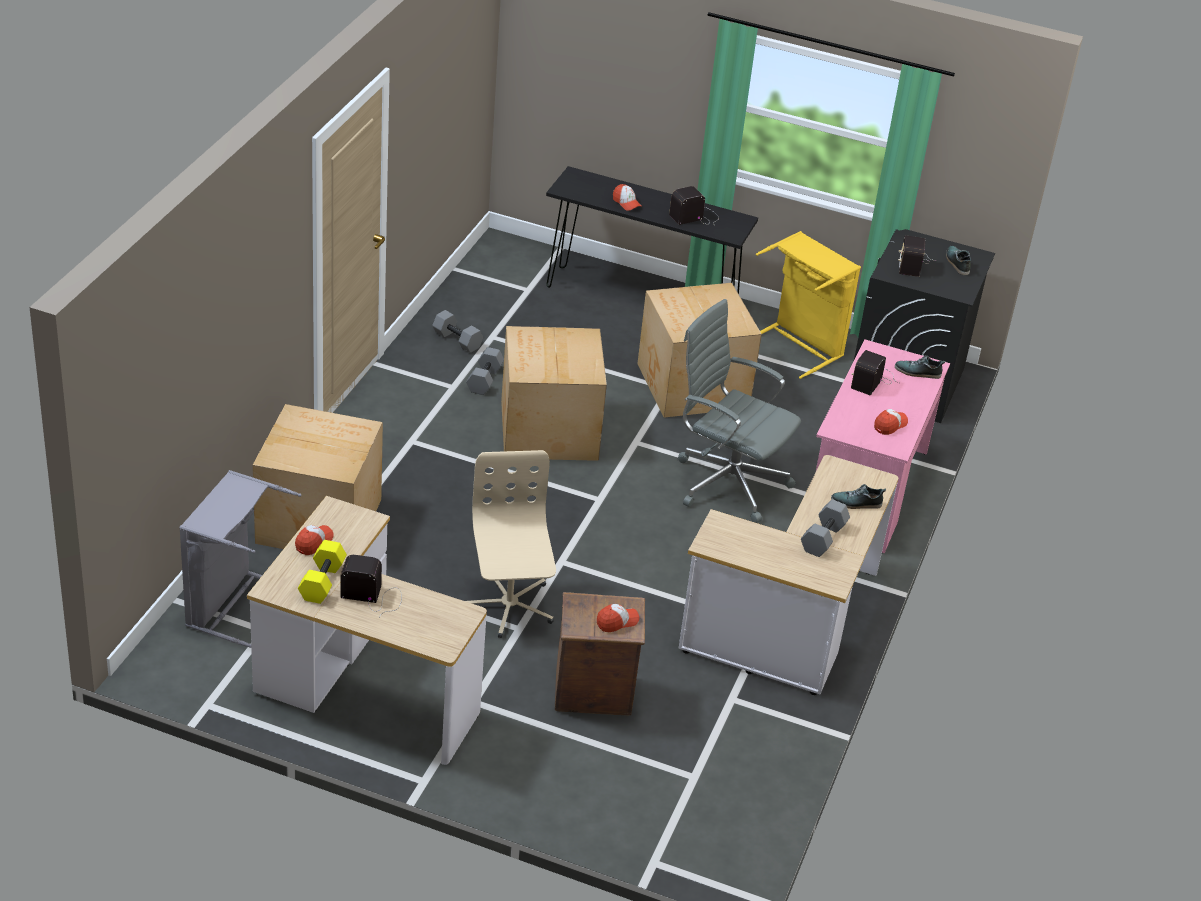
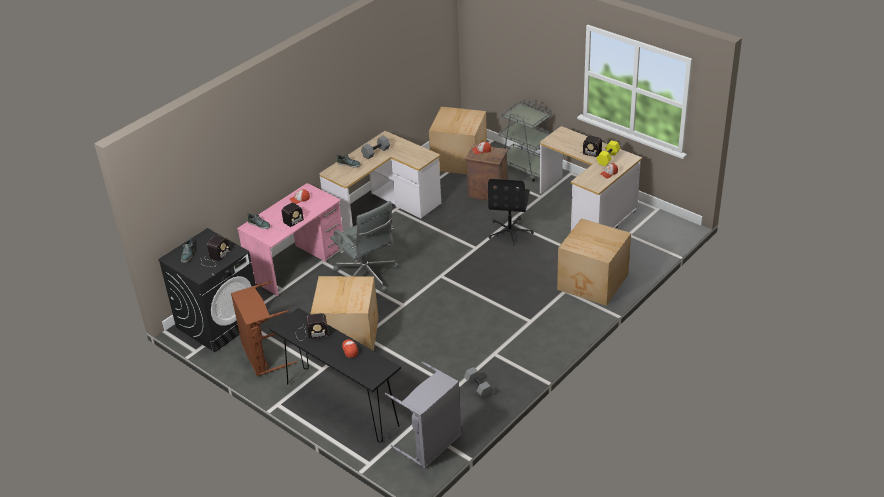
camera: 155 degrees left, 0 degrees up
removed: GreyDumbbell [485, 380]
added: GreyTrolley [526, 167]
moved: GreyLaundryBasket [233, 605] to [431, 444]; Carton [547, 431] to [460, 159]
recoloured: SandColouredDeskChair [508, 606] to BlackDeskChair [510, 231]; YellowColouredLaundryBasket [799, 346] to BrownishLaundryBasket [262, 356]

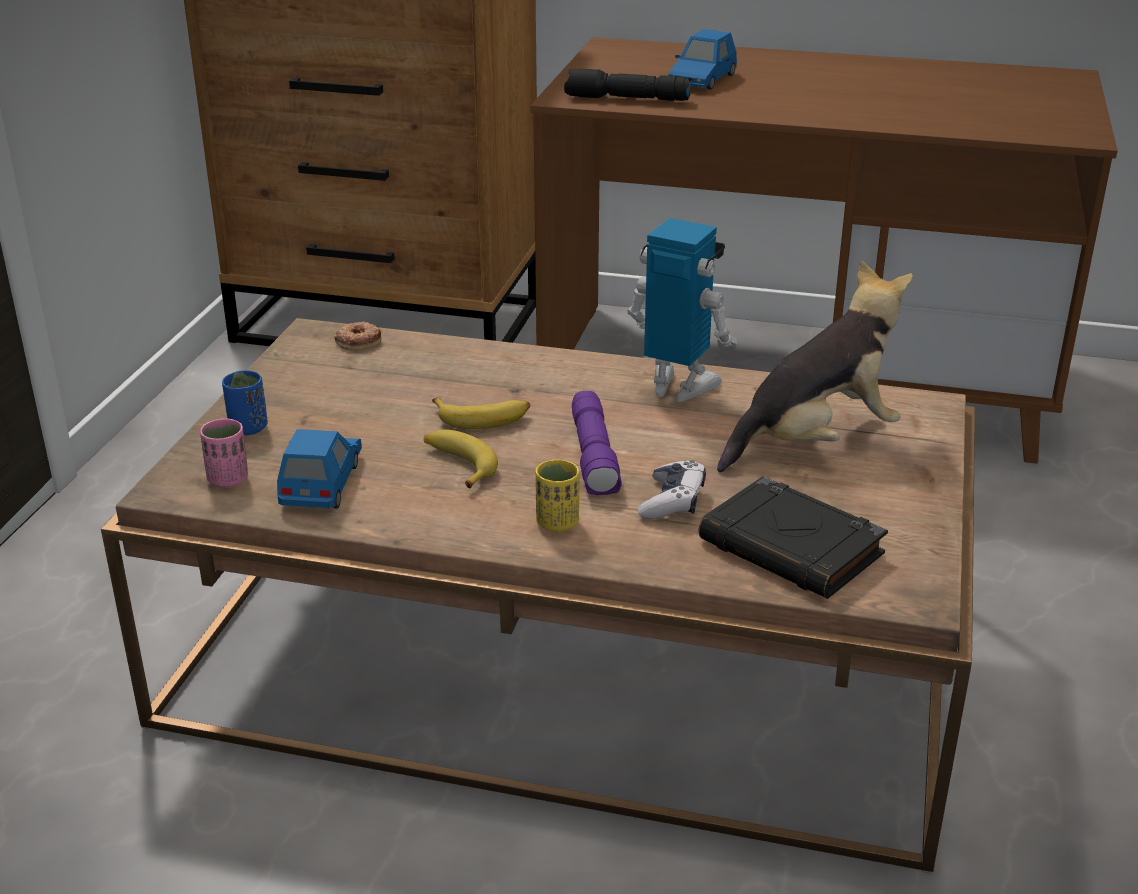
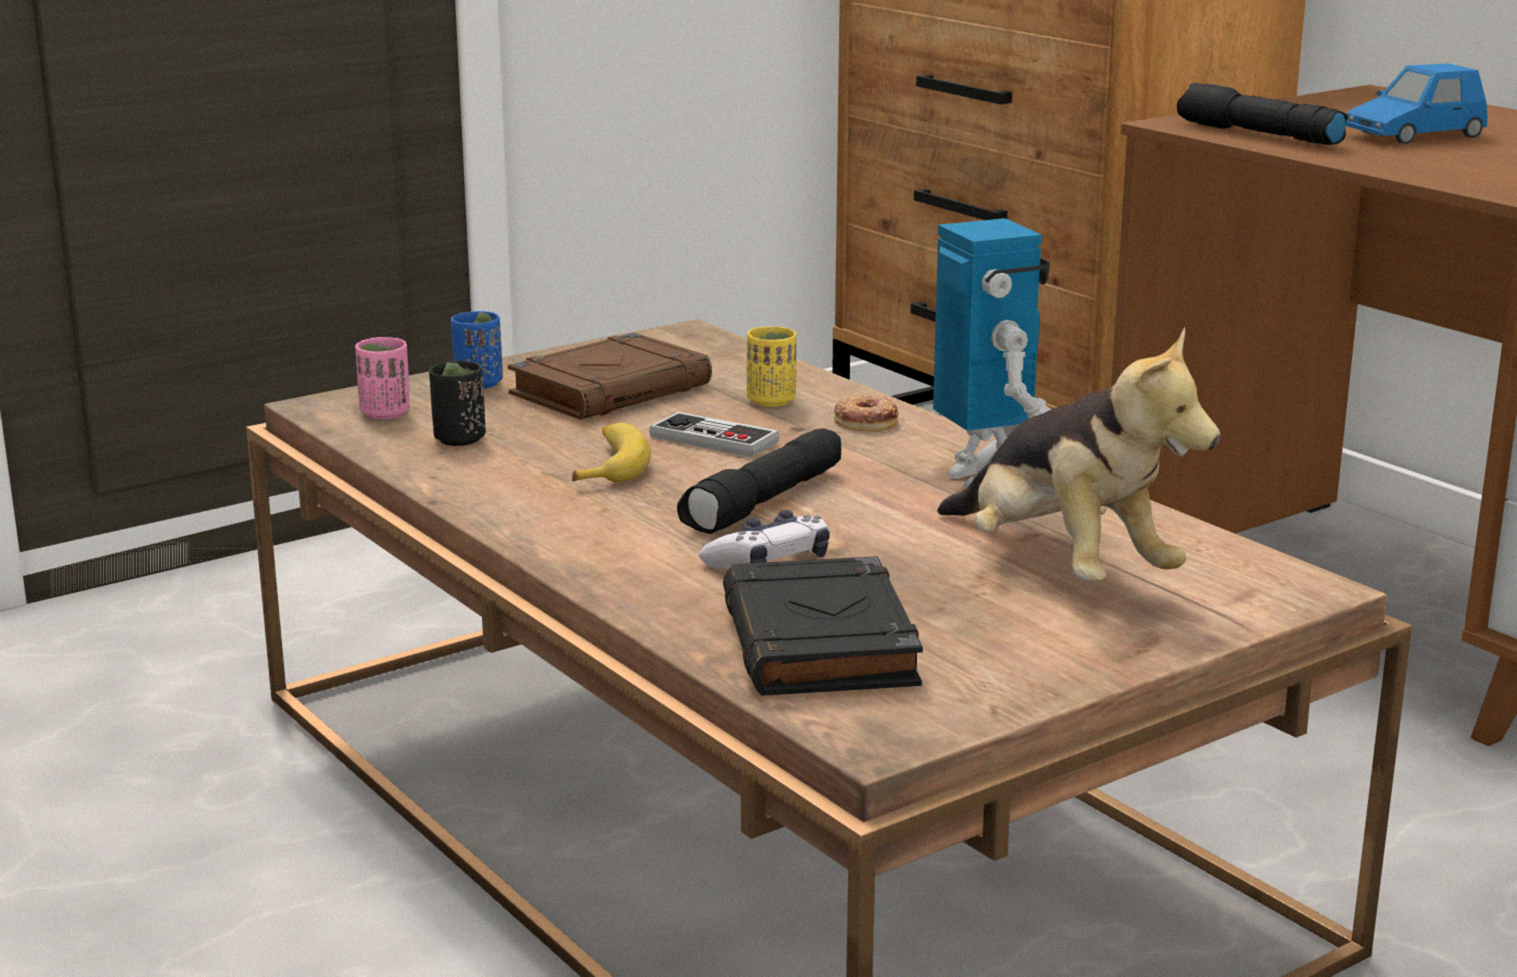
camera: 40 degrees right, 10 degrees down
added: BrownishBoundBook [611, 389]
moved: RingDoughnut [358, 341] to [866, 421]; YellowColouredCup [557, 523] to [771, 401]
replaced: BluishModelCar [322, 482] to BlackCup [459, 439]; WholeBanana [482, 418] to GameController [714, 439]
recoloured: PurpleTorch [595, 457] to BlackTorch [765, 503]
turned: CuddlyToy [815, 440] = [1061, 569] 45 degrees clockwise

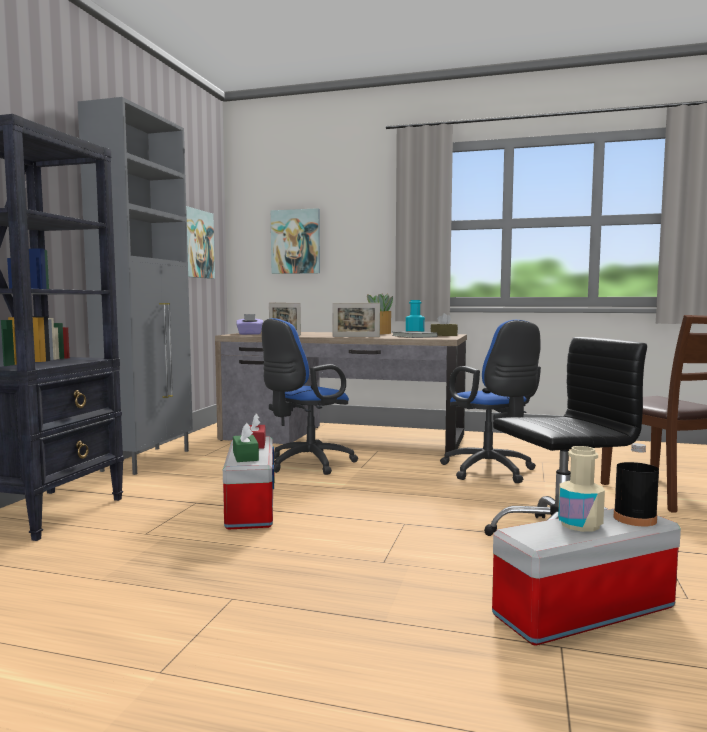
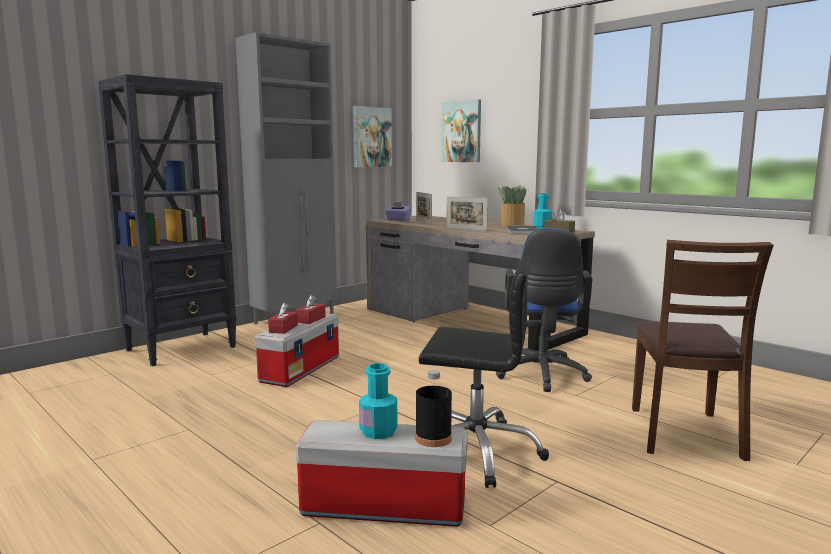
camera: 30 degrees right, 5 degrees up
removed: BluishDeskChair [305, 464]
recoloured: GreenColouredTissueBox [245, 456] to ReddishTissueBox [283, 329]; SandColouredBeverageBottle [580, 524] to BlueGreenBeverageBottle [378, 431]

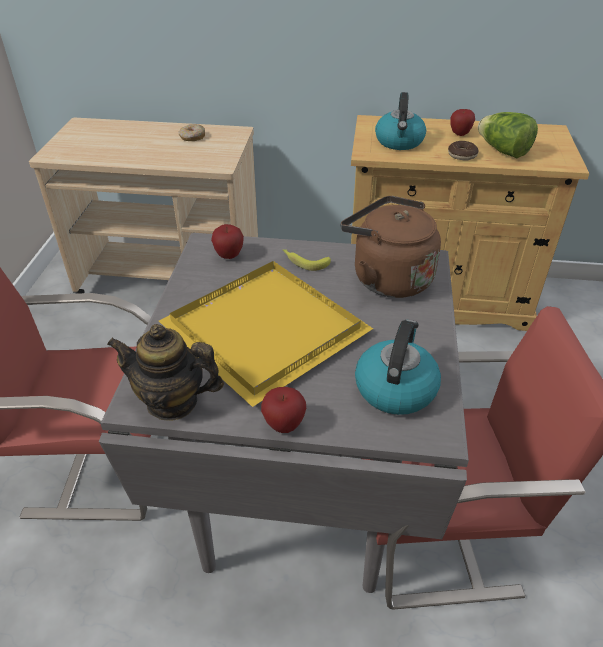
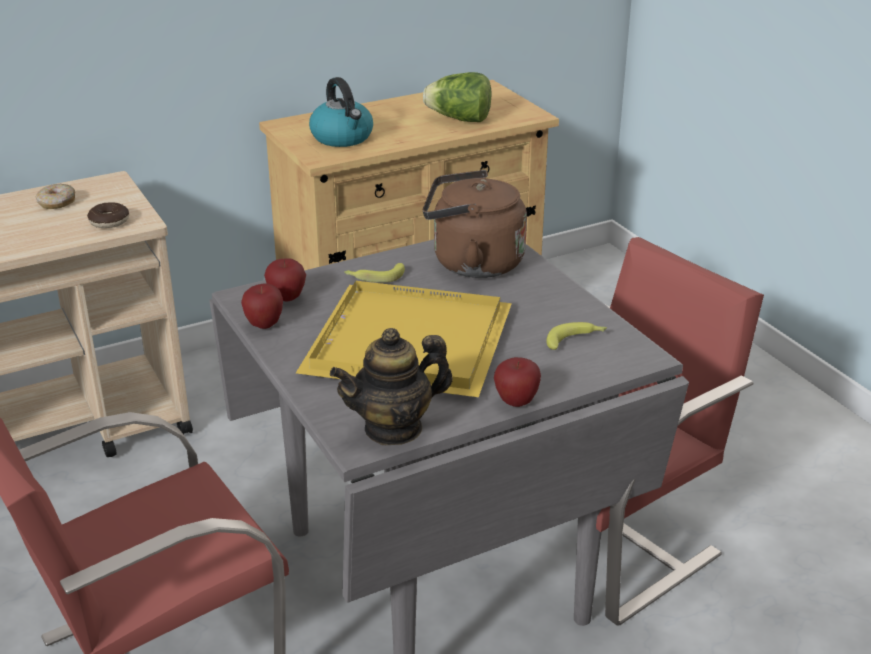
camera: 35 degrees left, 10 degrees down
moved: RingDoughnut [462, 155] to [109, 222]; Apple [460, 134] to [264, 325]
replaced: Kettle [395, 387] to WholeBanana [576, 340]

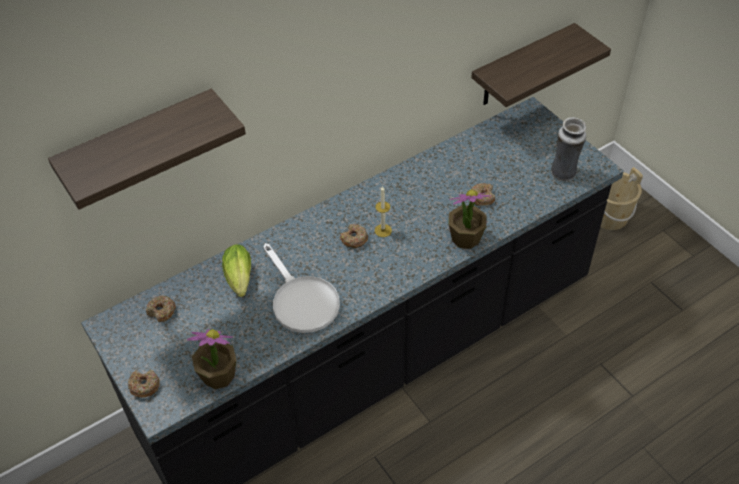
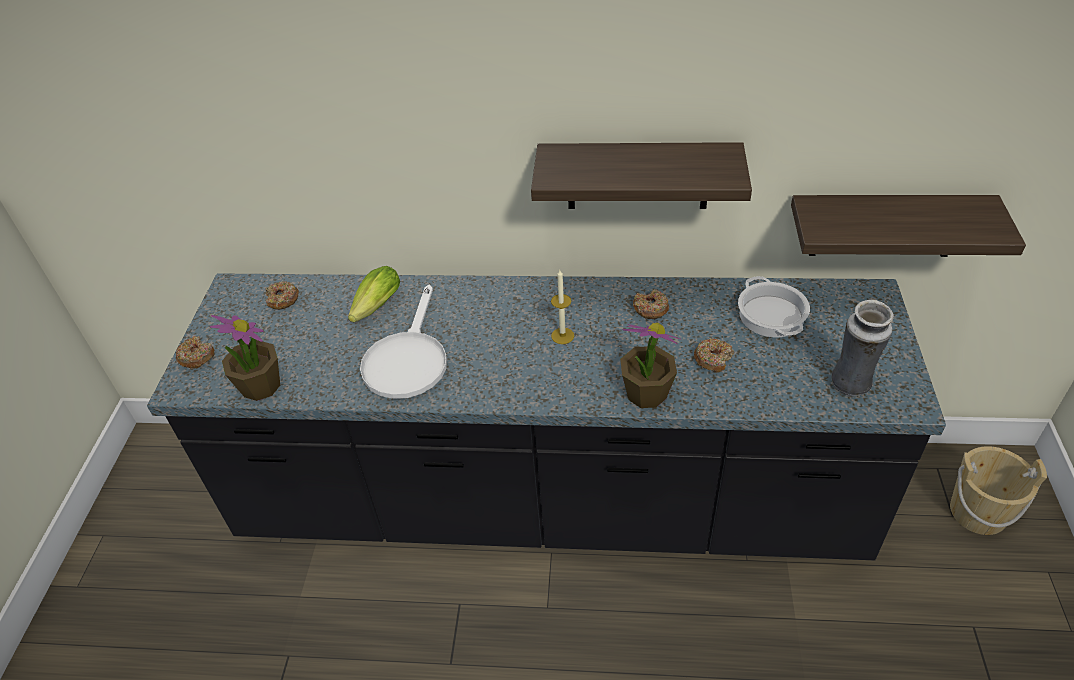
camera: 40 degrees right, 5 degrees down
added: CookingPot [772, 315]
moved: BracketShelf [139, 146] to [638, 176]; RingDoughnut [354, 239] to [650, 309]

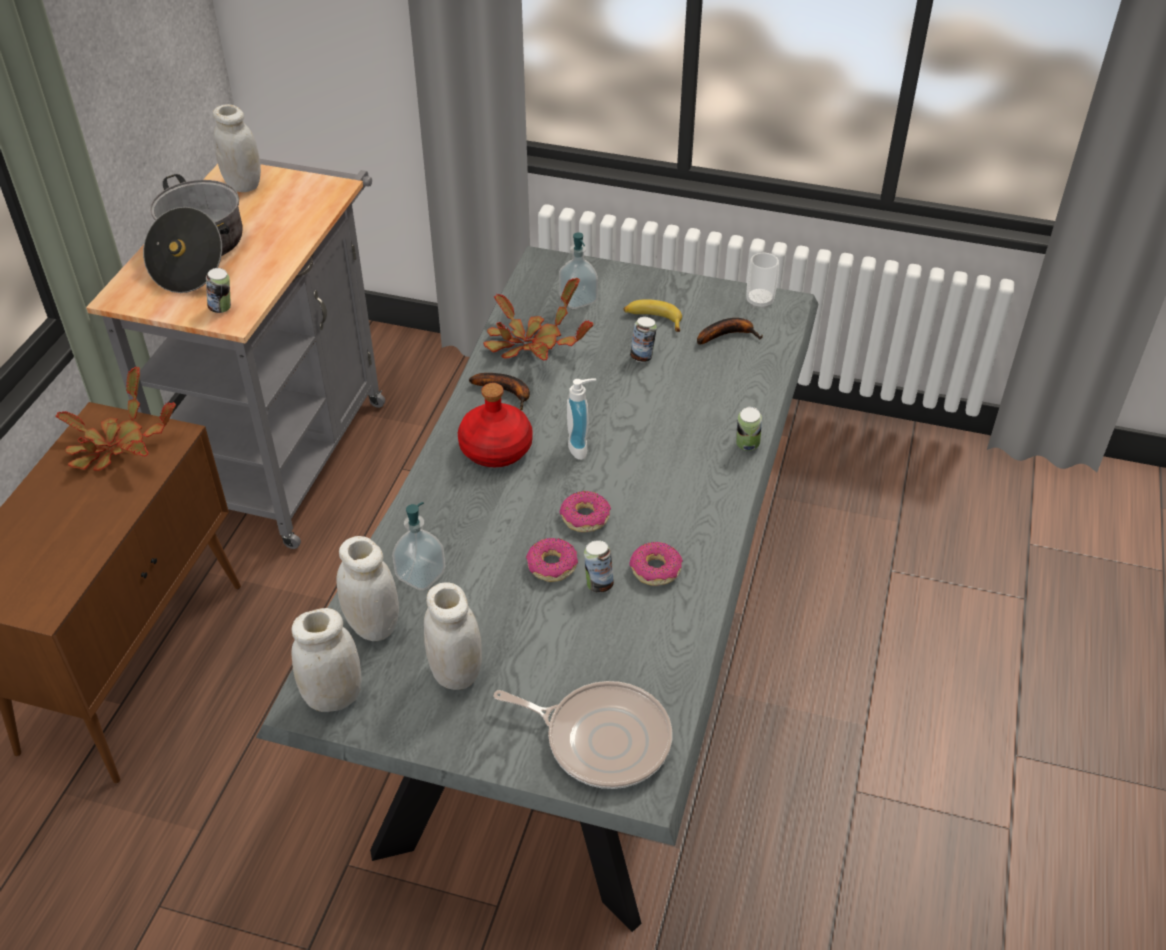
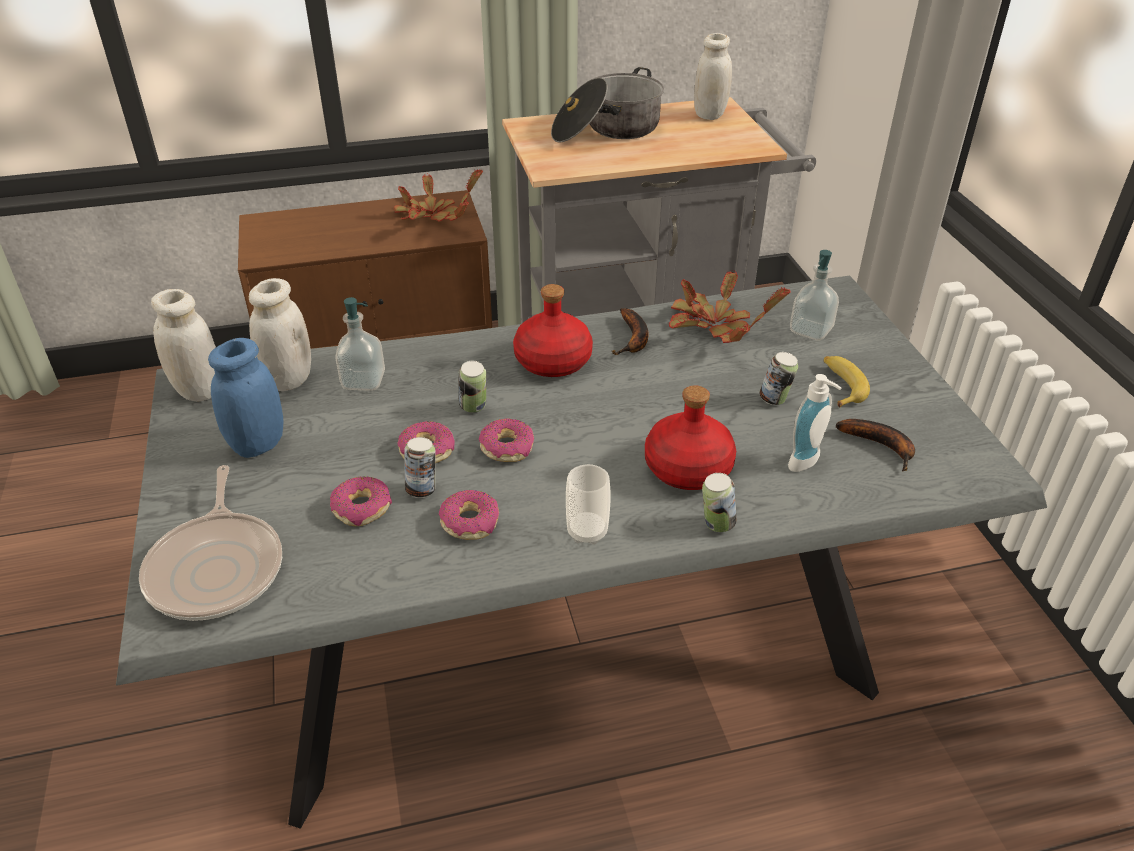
camera: 60 degrees right, 5 degrees down
added: RingDoughnut [362, 508]; ReddishBeverageBottle [689, 468]
moved: Can [222, 308] to [474, 408]; SoapBottle [582, 447] to [808, 463]; Cup [759, 301] to [587, 532]
recoloured: WhiteColouredJar [456, 673] to BluishJar [258, 444]

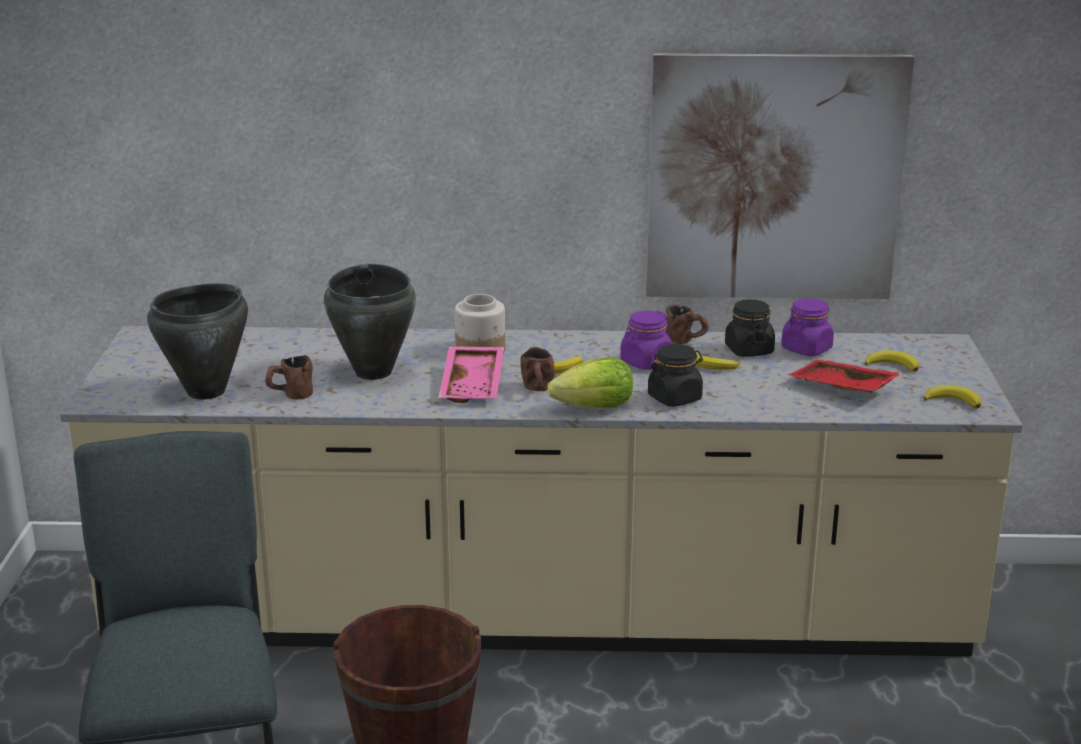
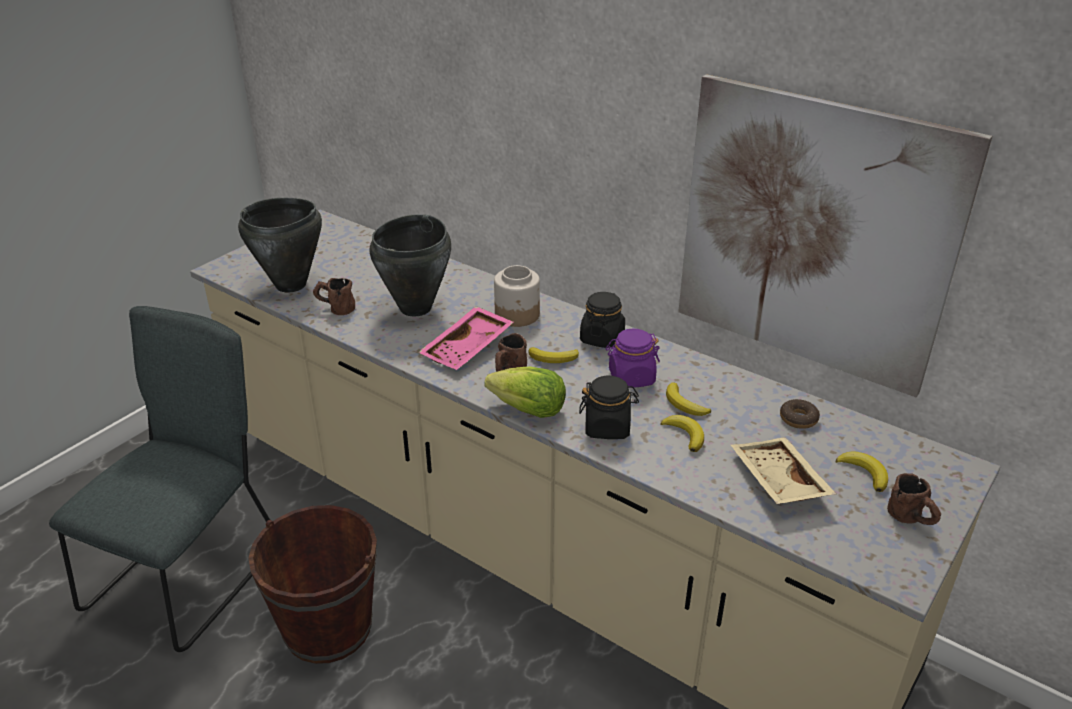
camera: 35 degrees right, 10 degrees up
moved: BrownishCoffeeMug [686, 341] to [912, 520]; BlackJar [748, 350] to [602, 338]; WholeBanana [952, 401] to [685, 435]
replaced: PurpleJar [806, 349] to RingDoughnut [798, 419]
recoloured: ReddishTray [841, 388] to SandColouredTray [776, 481]

